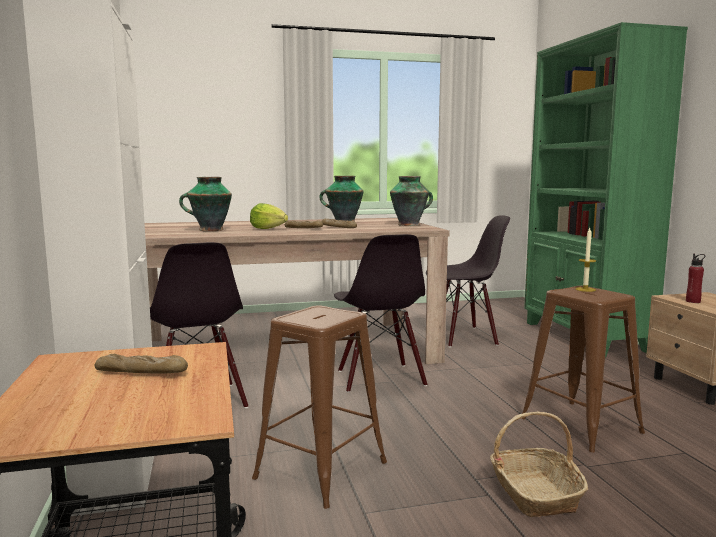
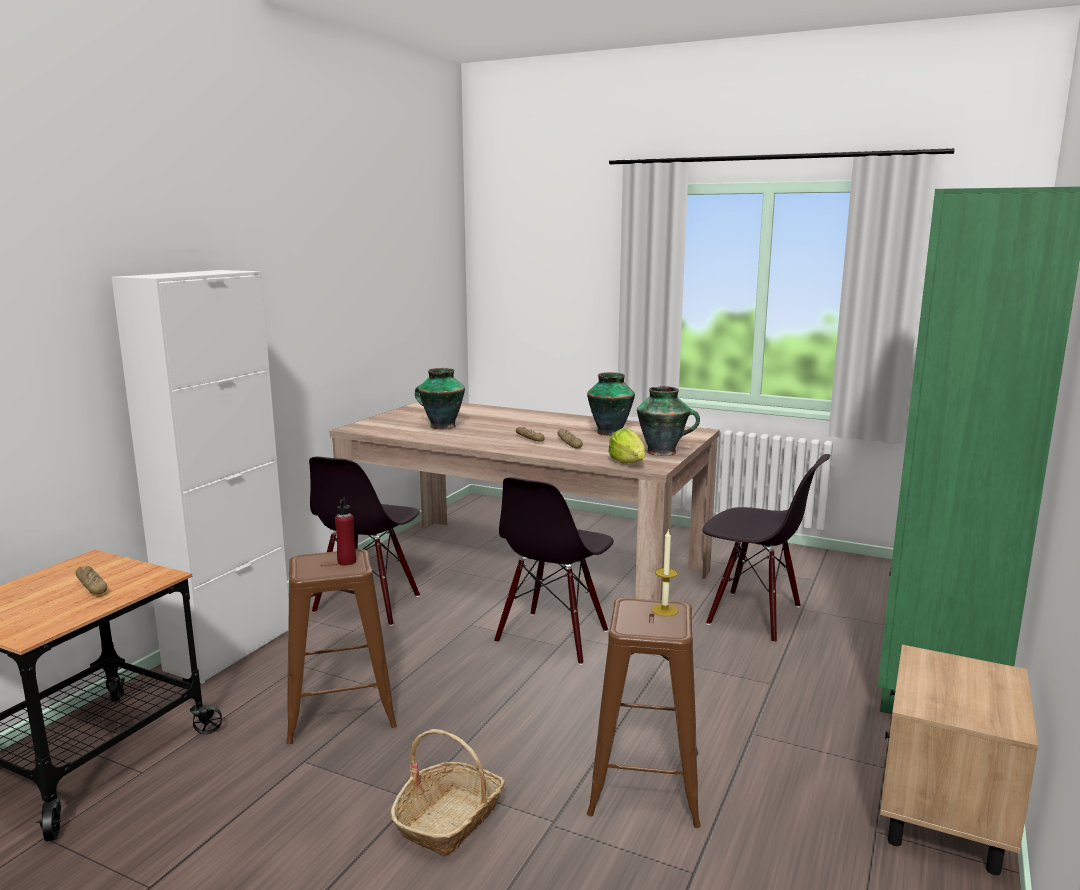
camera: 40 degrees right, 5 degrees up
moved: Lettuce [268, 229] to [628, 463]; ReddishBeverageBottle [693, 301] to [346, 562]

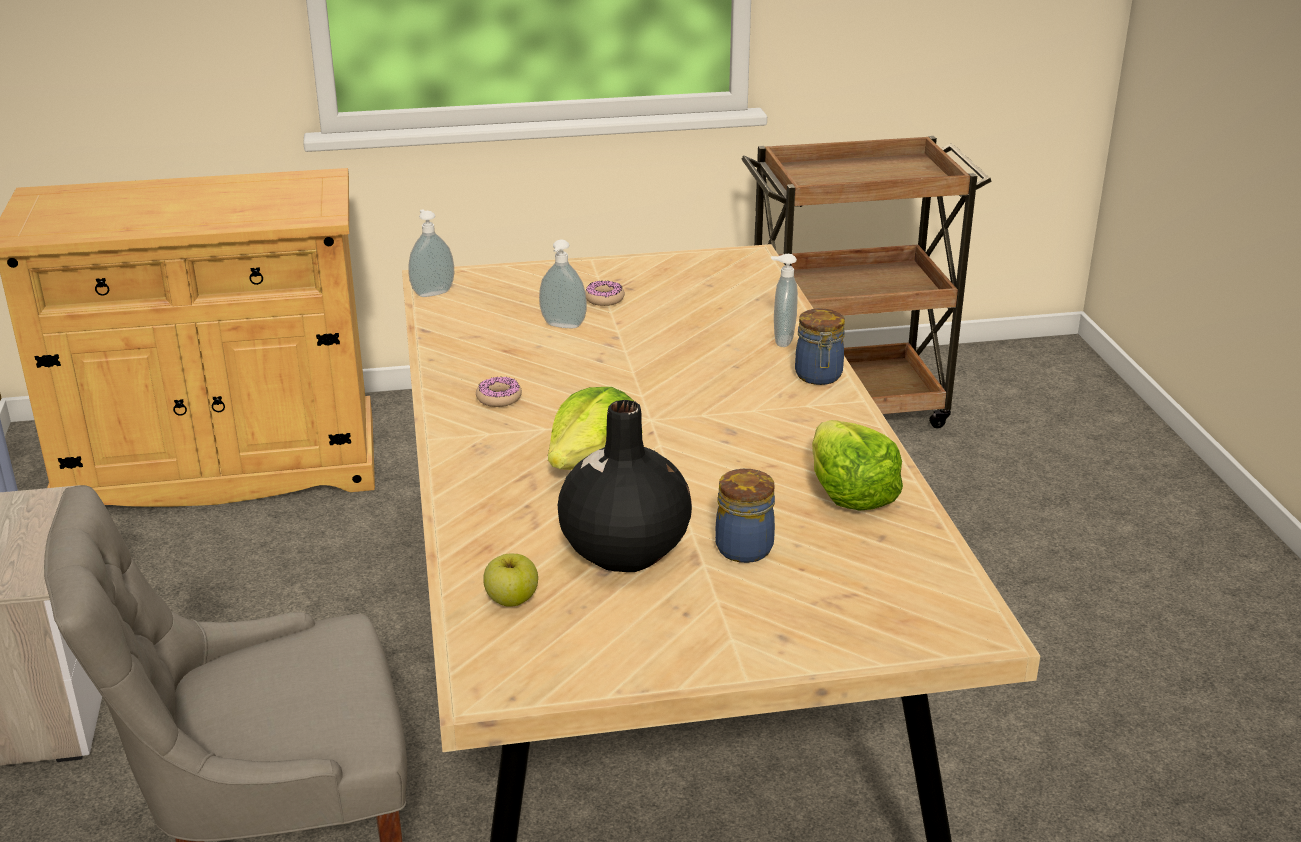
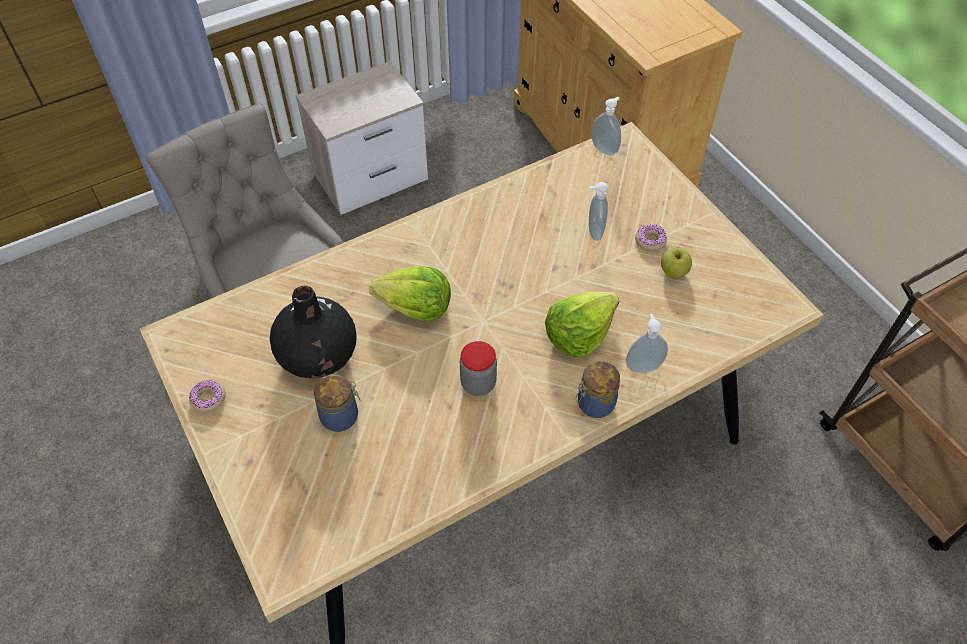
camera: 70 degrees right, 25 degrees up
added: Jar [478, 383]
moved: RingDoughnut [499, 398] to [208, 398]; Apple [511, 599] to [673, 271]; Lettuce [849, 493] to [578, 334]

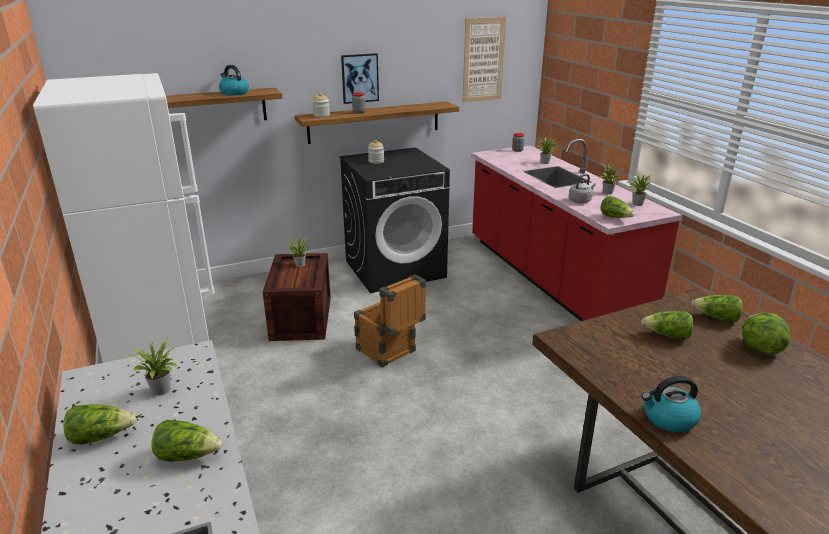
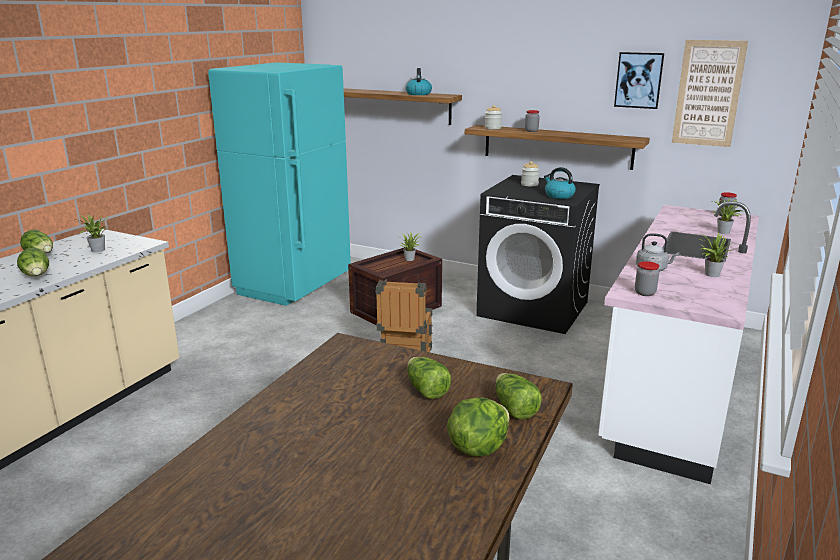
camera: 50 degrees right, 5 degrees down
removed: PottedPlant [636, 203]
moved: WallArt [359, 78] to [639, 80]; Kettle [668, 418] to [558, 195]
replaced: Lettuce [615, 217] to Jar [645, 293]
recoloured: WhiteColouredFridge [160, 344] to BlueGreenFridge [295, 286]; ReddishCounter [551, 280] to WhiteColouredCounter [673, 384]

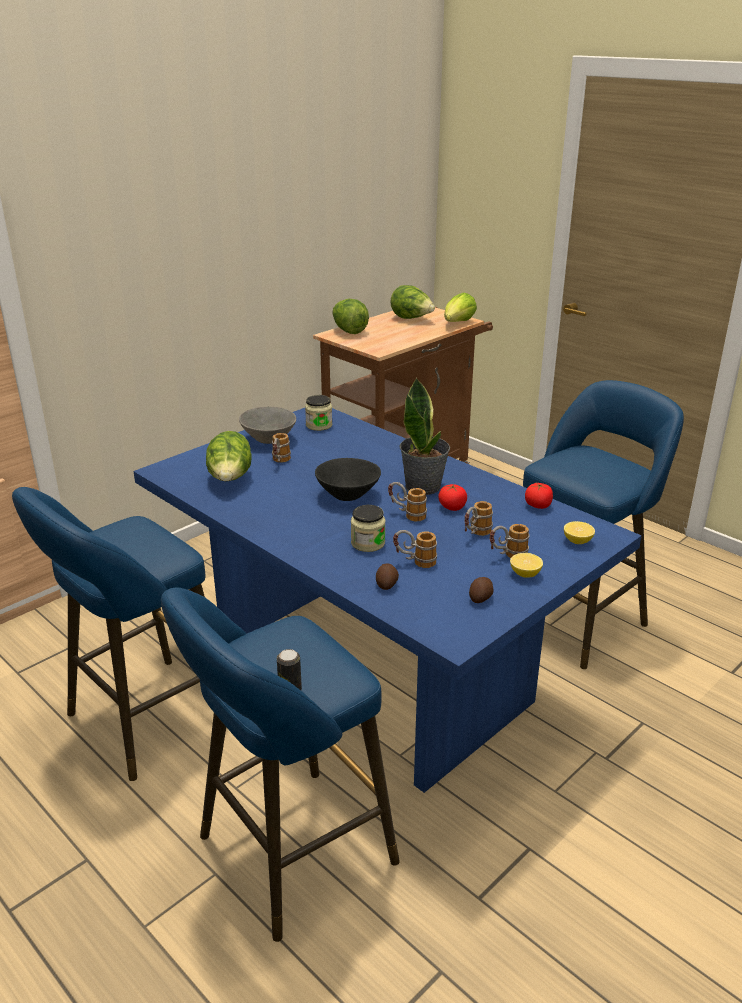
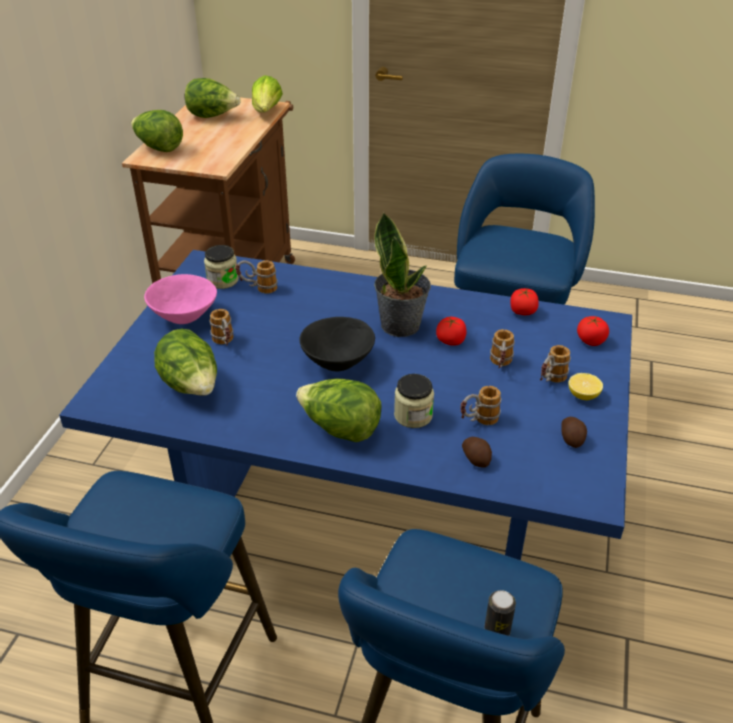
camera: 30 degrees left, 10 degrees up
added: Lettuce [340, 429]
moved: CoffeeMug [407, 515] to [258, 289]
replaced: CitrusFruit [577, 541] to FreshTomato [590, 341]
recoloured: GreyDeepDish [269, 440] to PinkDeepDish [185, 317]

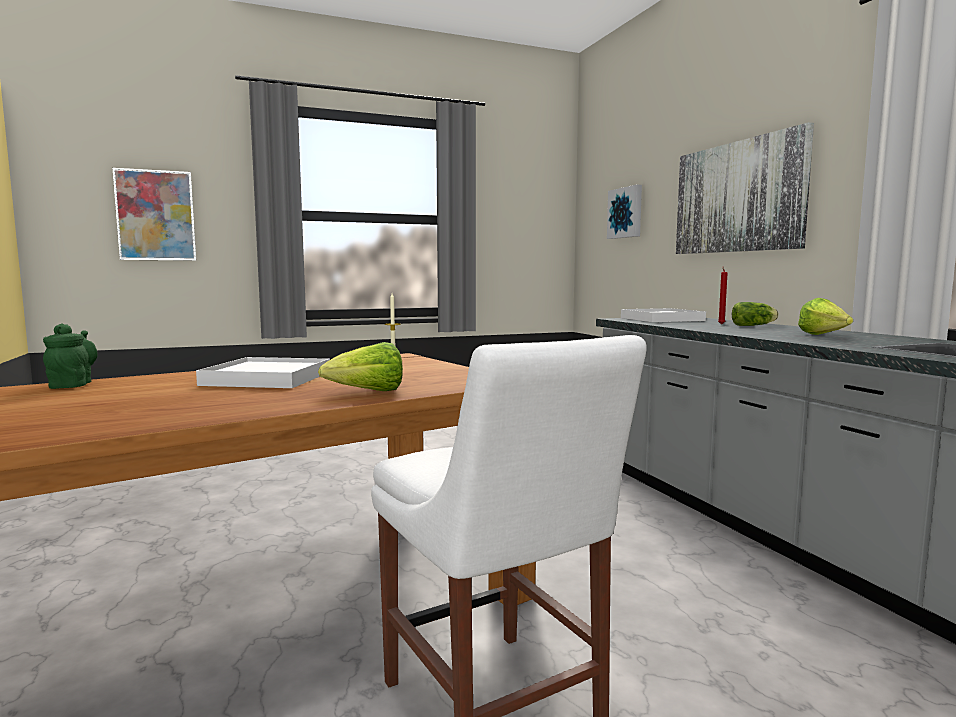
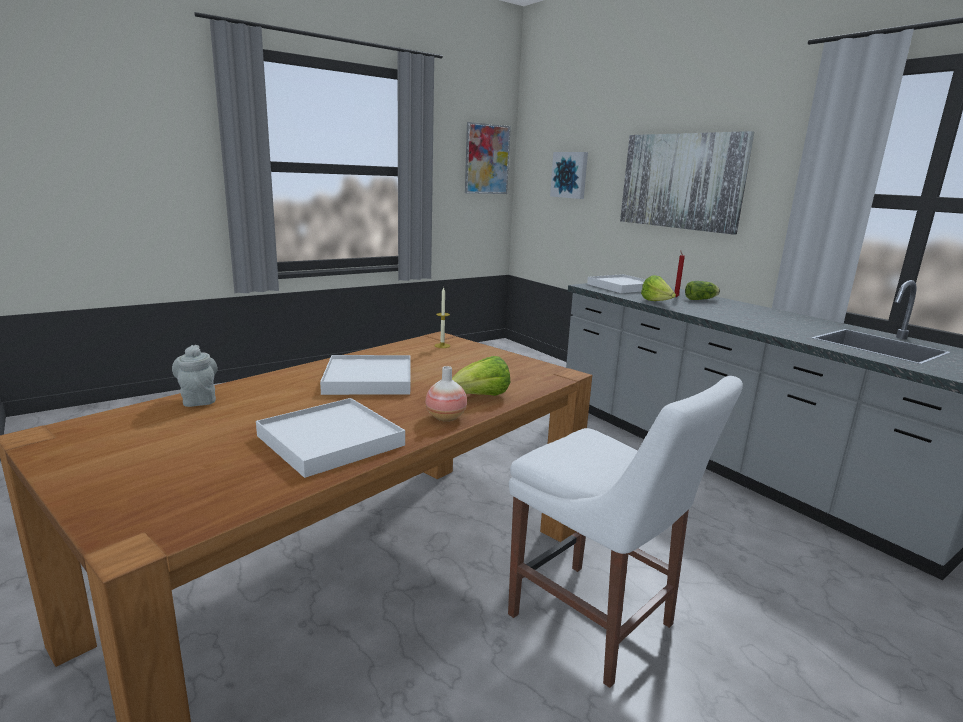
camera: 15 degrees left, 10 degrees up
added: WhiteColouredTray [330, 440]; Vase [445, 417]
moved: WallArt [156, 215] to [487, 159]; Lettuce [824, 336] to [657, 302]
recoloured: GreenColouredTeaPot [72, 385] to GreyTeaPot [198, 399]

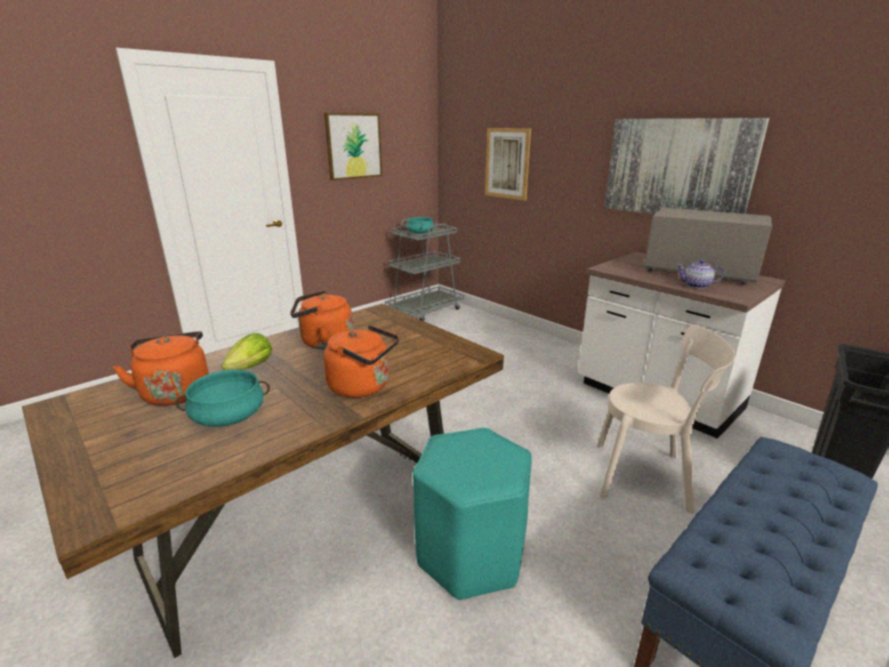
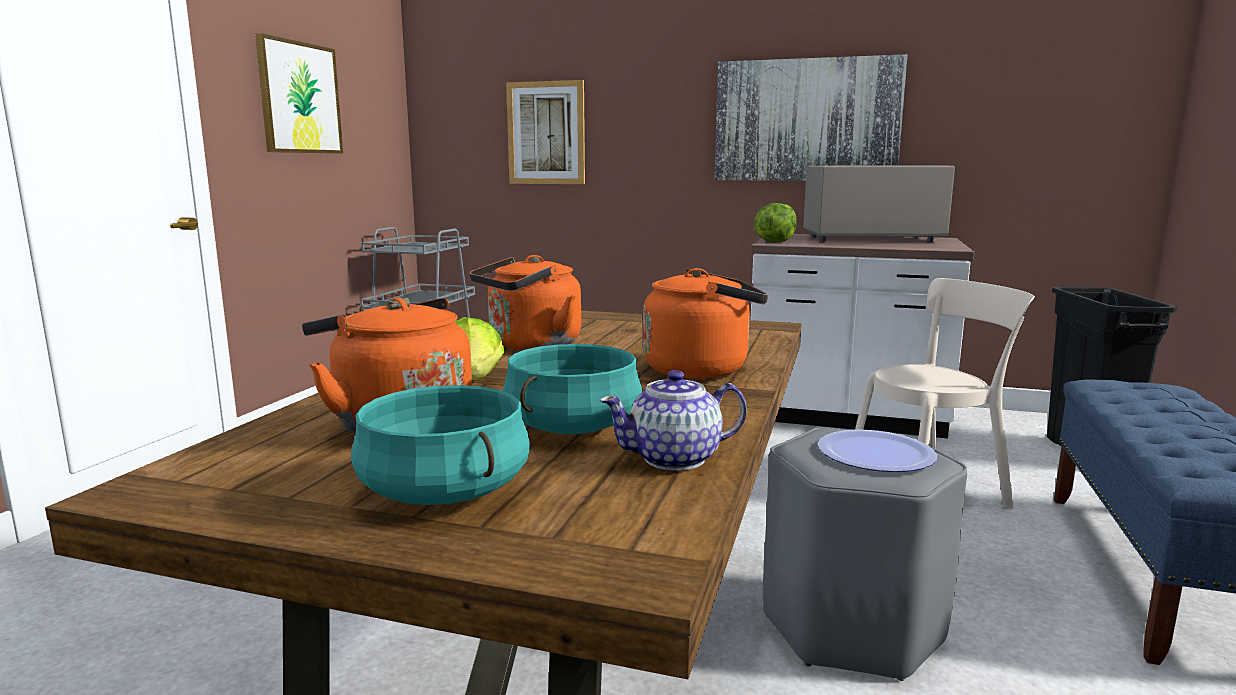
camera: 30 degrees left, 10 degrees down
added: Lettuce [774, 242]; FlatDish [875, 454]
moved: BlueGreenCookingPot [420, 233] to [446, 491]; TeaPot [697, 286] to [675, 459]
recoloured: BlueGreenStool [471, 554] to GreyStool [852, 627]

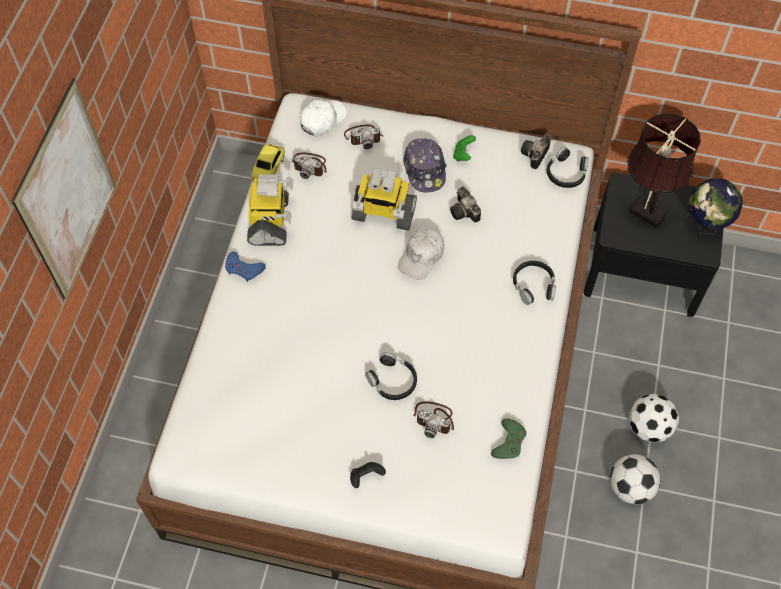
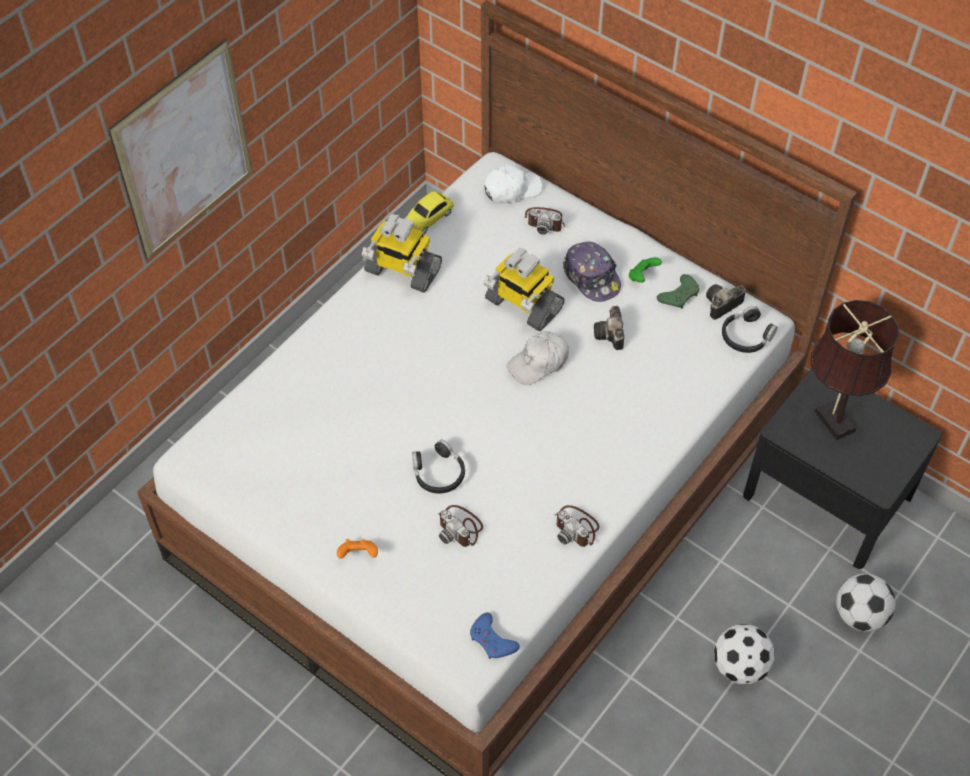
camera: 25 degrees right, 5 degrees down
removed: BlackHeadset [533, 285]; WorldGlobe [705, 226]
moved: BluishGameController [244, 269] to [492, 640]; StillCamera [310, 166] to [576, 528]; GreenColouredGameController [509, 442] to [679, 295]; Football [630, 487] to [860, 615]
recoloured: BlackGameController [366, 477] to OrangeGameController [358, 555]
turned: RobotFigure [270, 221] = [402, 270] 90 degrees clockwise; Cap [425, 170] = [592, 277] 45 degrees counterclockwise

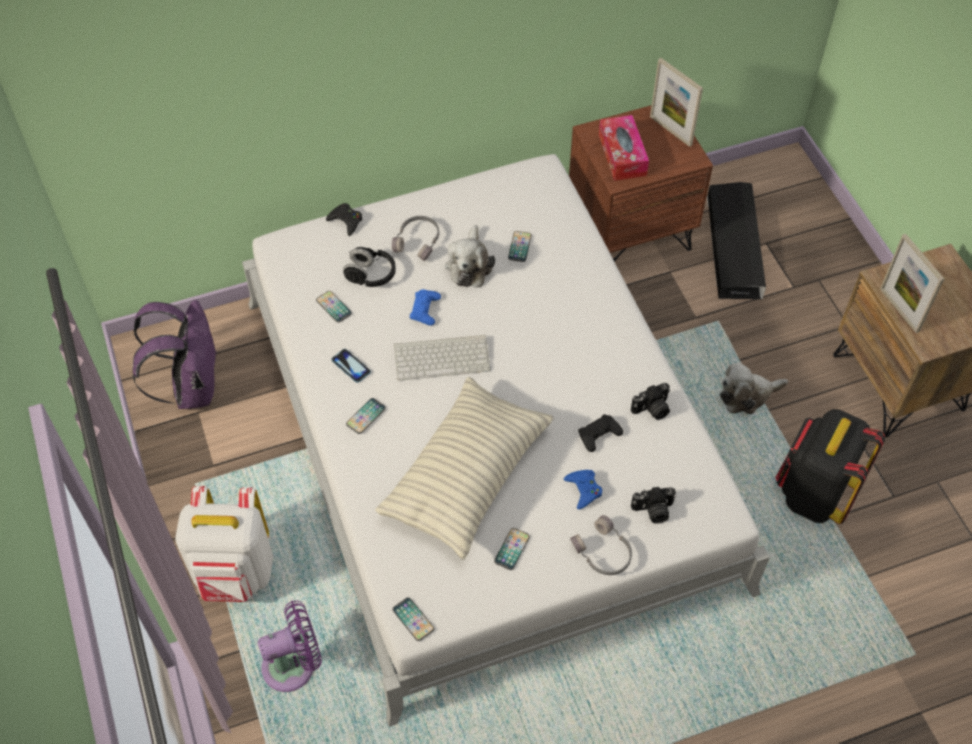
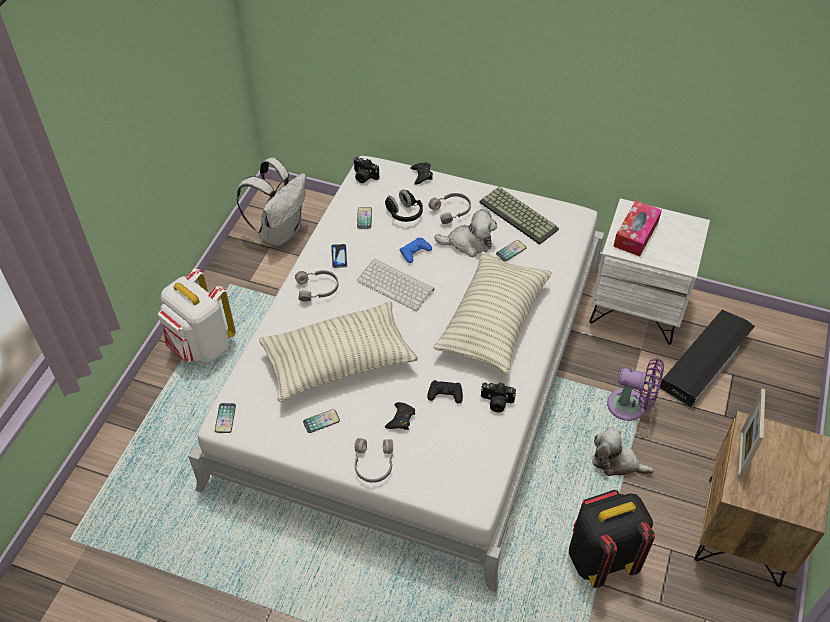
camera: 40 degrees right, 5 degrees down
removed: PictureFrame [670, 130]
added: ThrowPillow [493, 322]; Keyboard [520, 215]
moved: PurpleFan [294, 665] to [630, 406]; StillCamera [653, 511] to [364, 177]
replaced: Handset [366, 416] to GreyHeadset [318, 289]
recoloured: PurpleBackpack [192, 387] to WhiteColouredBackpack [280, 231]; BluishGameController [583, 490] to BlackGameController [401, 419]; BrownishNightstand [629, 232] to WhiteColouredNightstand [637, 307]
turned: CuddlyToy [469, 265] = [469, 243] 135 degrees counterclockwise

